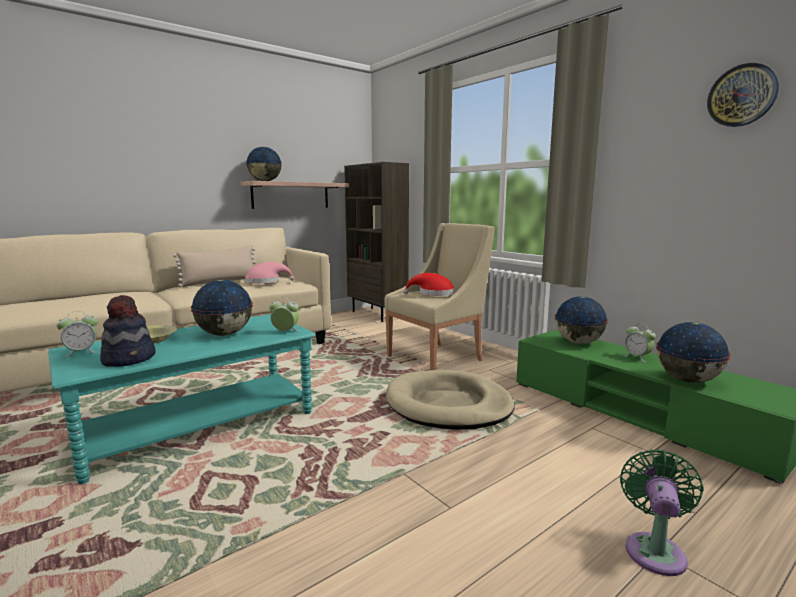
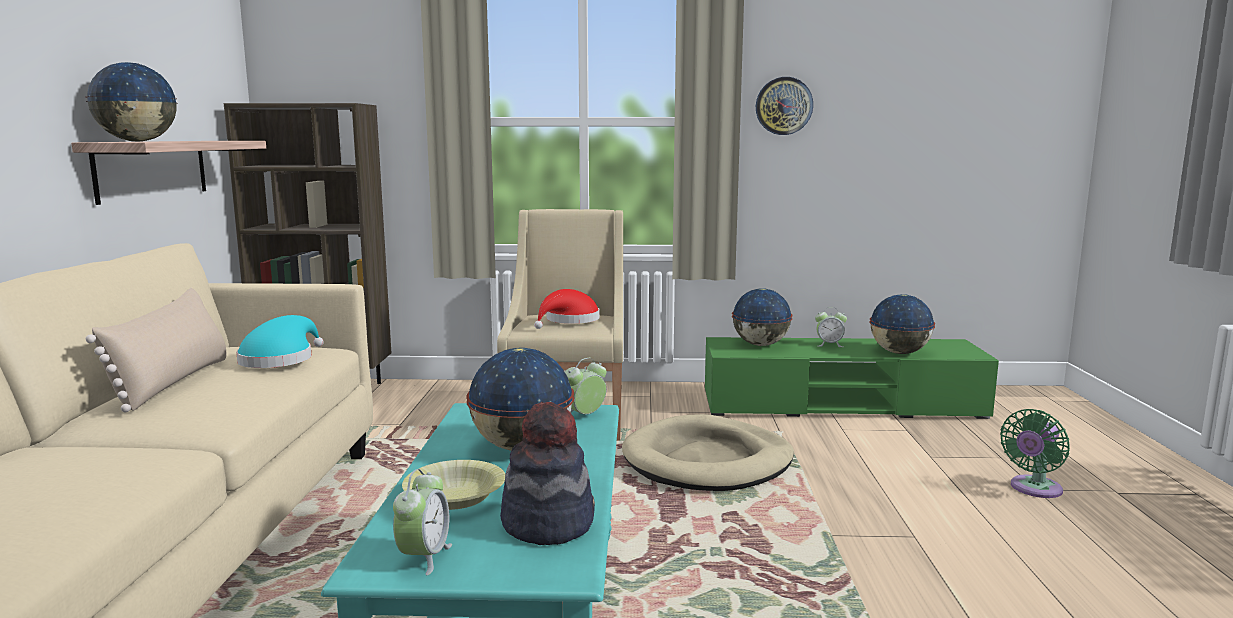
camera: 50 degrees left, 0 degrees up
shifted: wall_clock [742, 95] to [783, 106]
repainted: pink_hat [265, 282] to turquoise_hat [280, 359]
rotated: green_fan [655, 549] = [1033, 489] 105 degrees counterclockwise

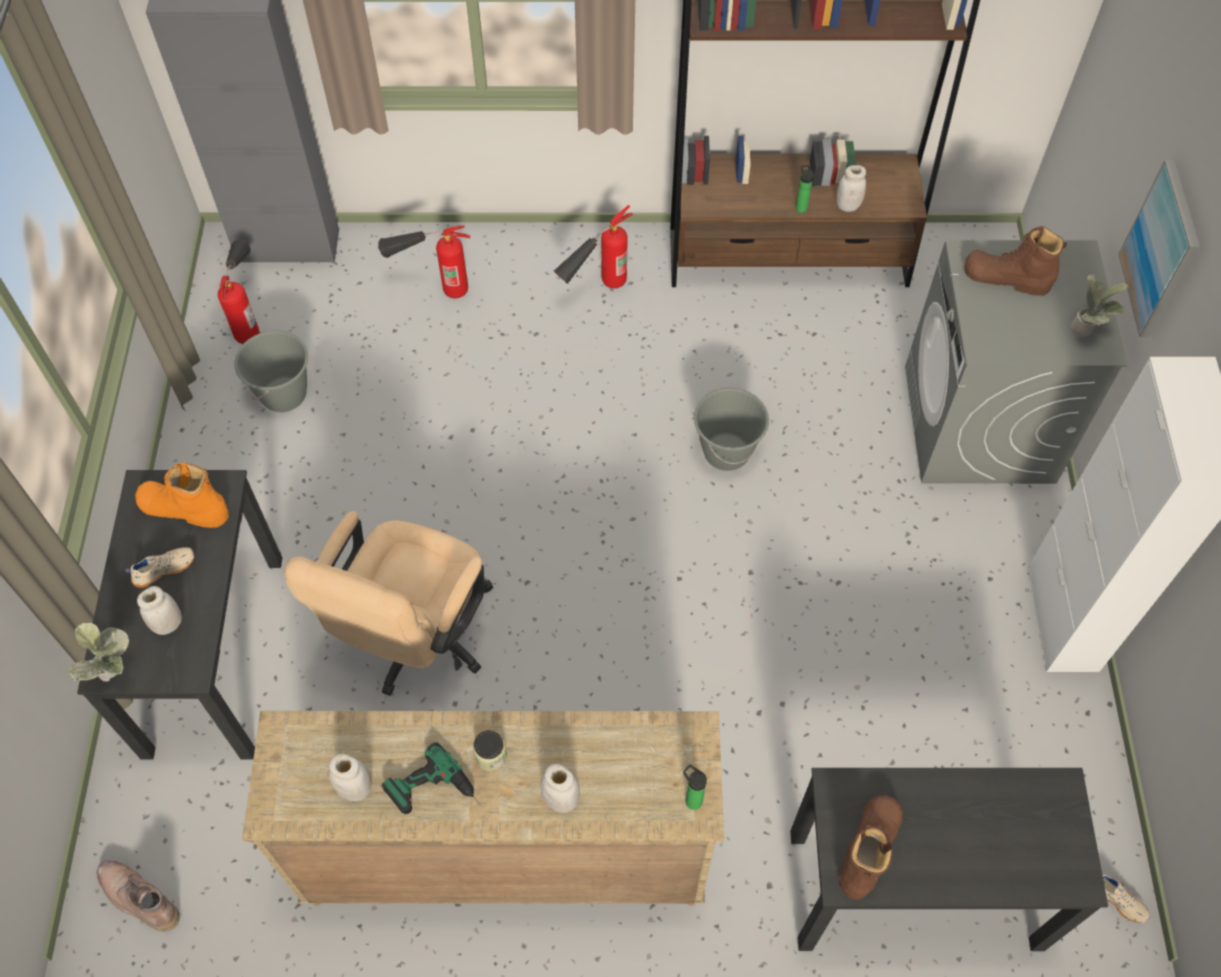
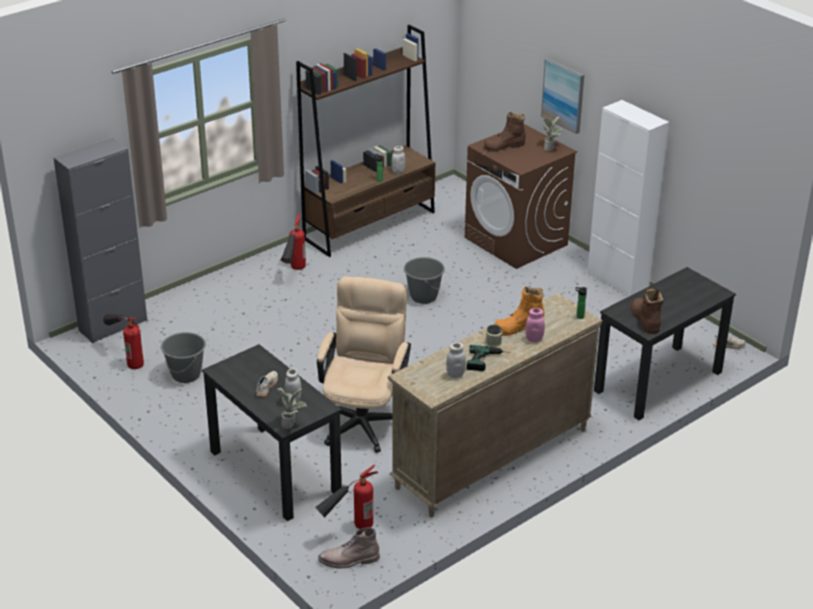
camera: 40 degrees left, 25 degrees down
shifted: fire_extinguisher [432, 286] to [348, 530]; orange_boot [184, 508] to [519, 327]
repainted: grey_washing_machine [979, 425] to brown_washing_machine [516, 241]; white_jar [561, 799] to pink_jar [534, 339]
rotated: beige_office_chair [414, 640] = [364, 419] 150 degrees counterclockwise

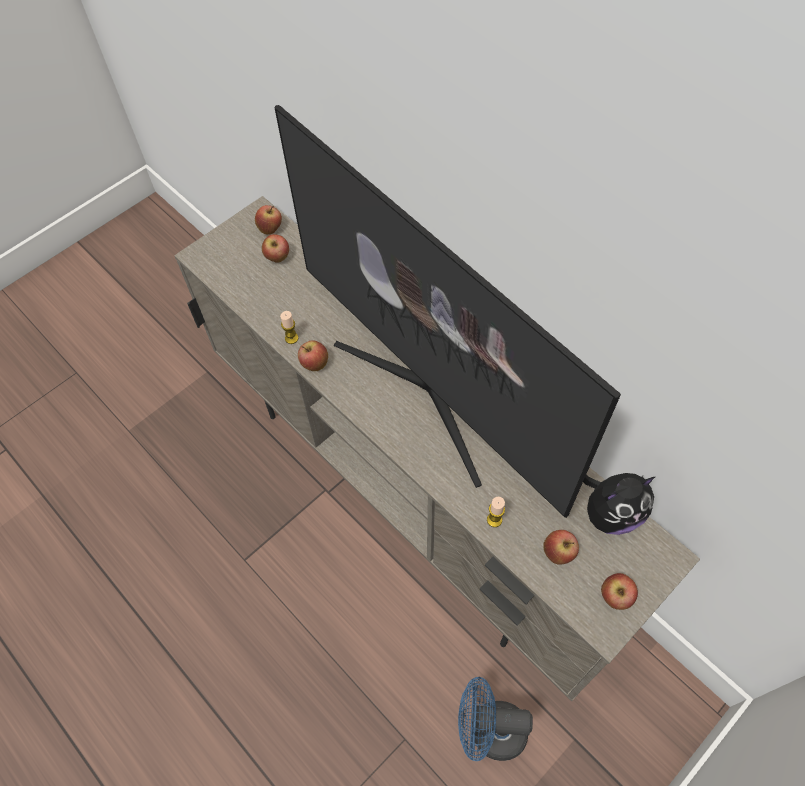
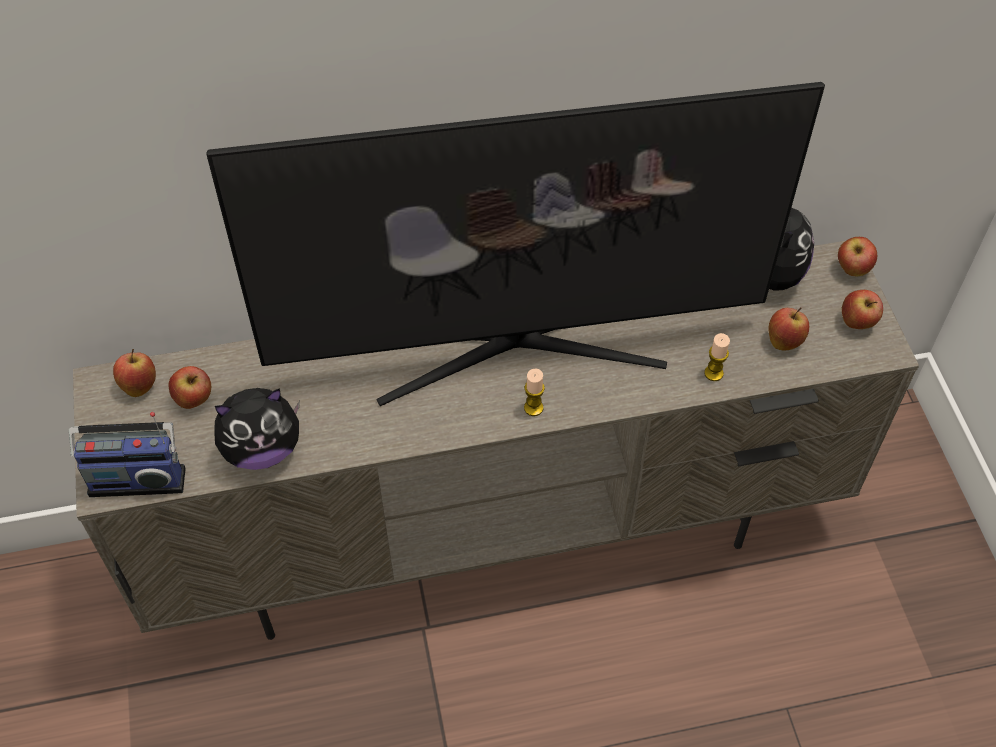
camera: 60 degrees left, 5 degrees down
gone: blue_fan [489, 730]
new: plush_toy [262, 449]; radio [138, 477]
shifted: candle [291, 338] to [533, 408]; apple [314, 364] to [852, 270]

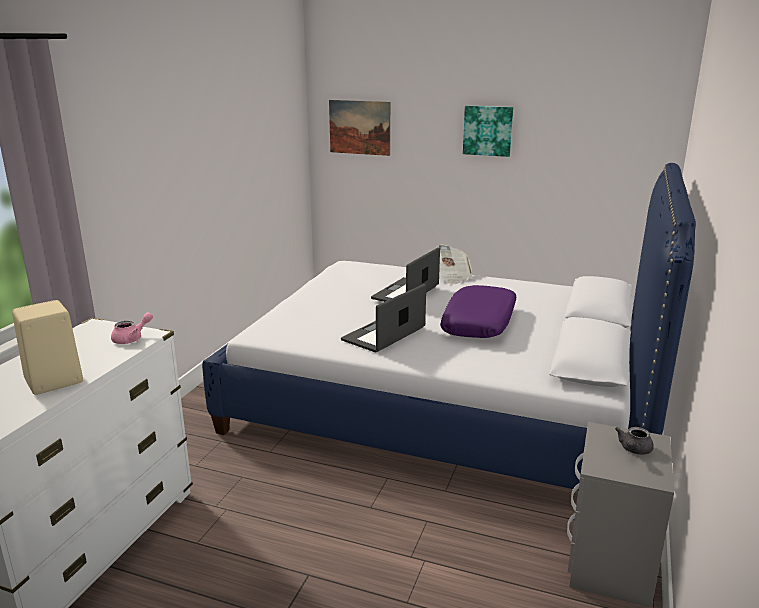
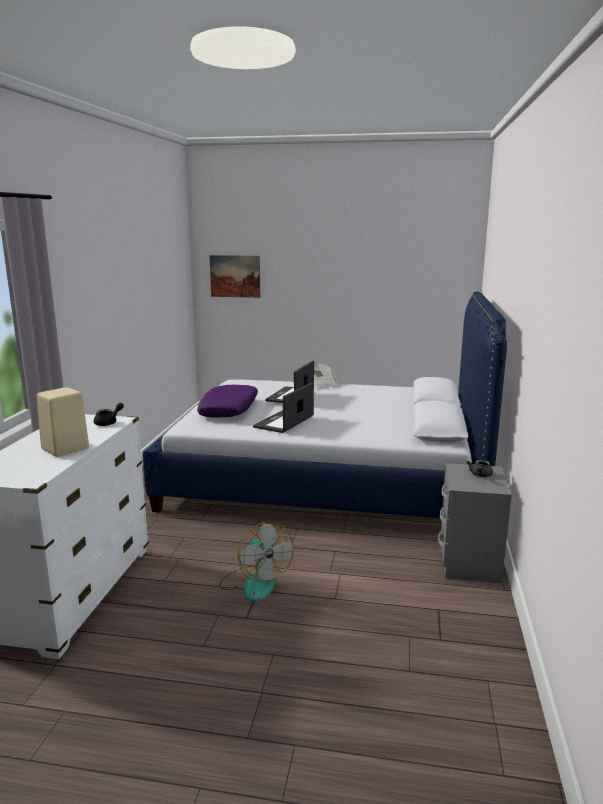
camera: 10 degrees left, 5 degrees down
gone: picture [488, 130]
new: fan [254, 582]
shifted: purple_pillow [479, 322] to [229, 410]
repainted: pink_teapot [132, 339] to black_teapot [109, 423]

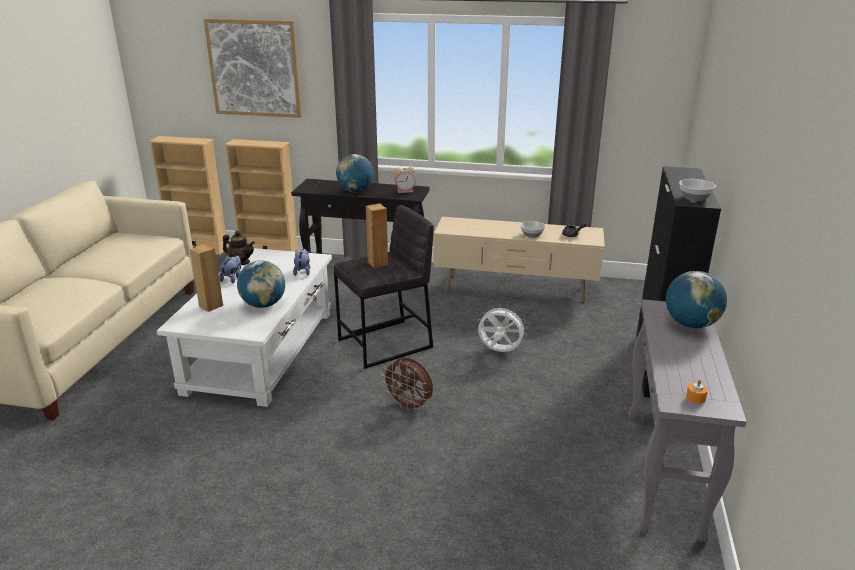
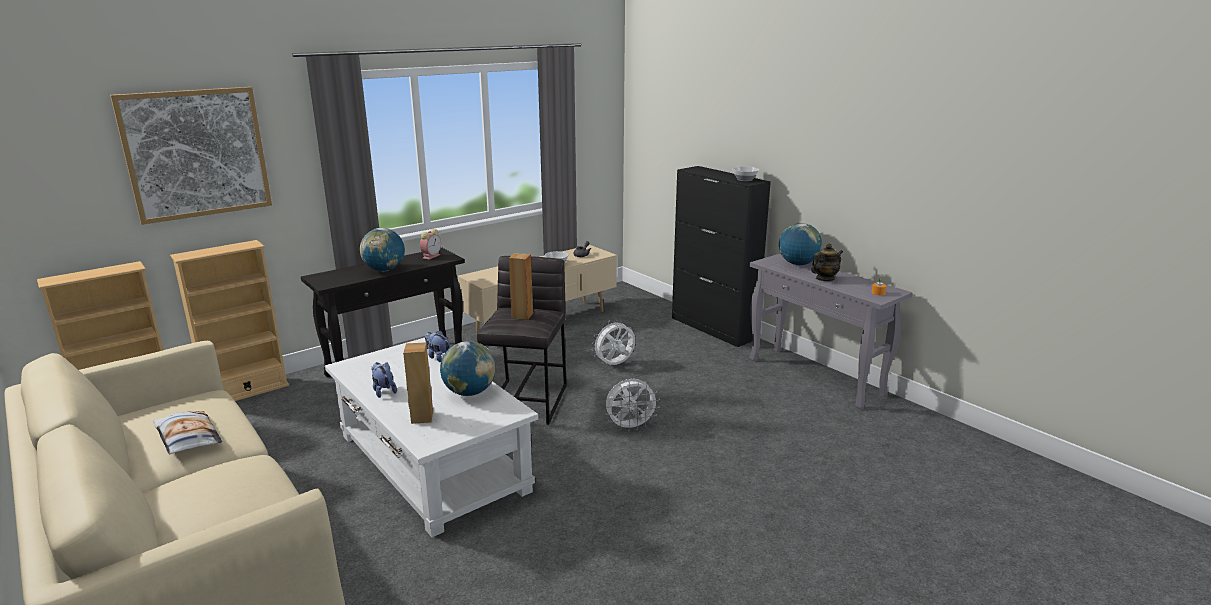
camera: 50 degrees left, 5 degrees down
new: pillow [187, 438]
shifted: teapot [241, 262] to [824, 279]
repainted: brown_fan [409, 406] to white_fan [630, 427]

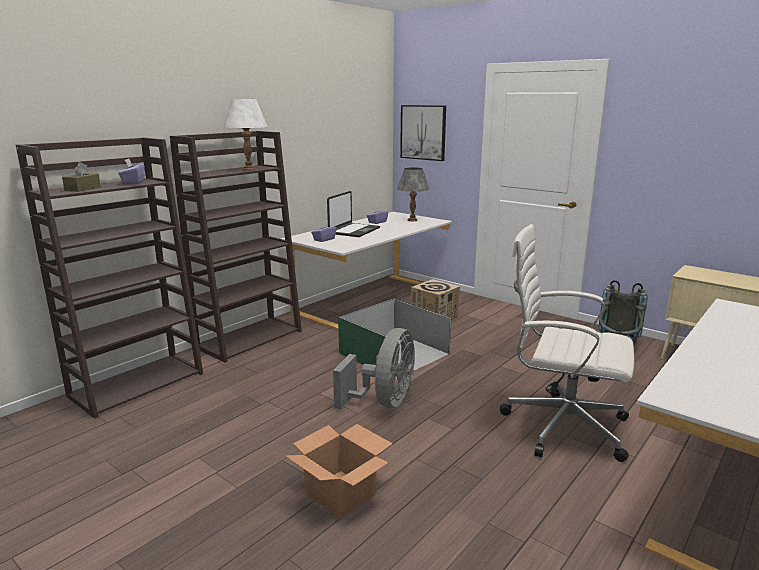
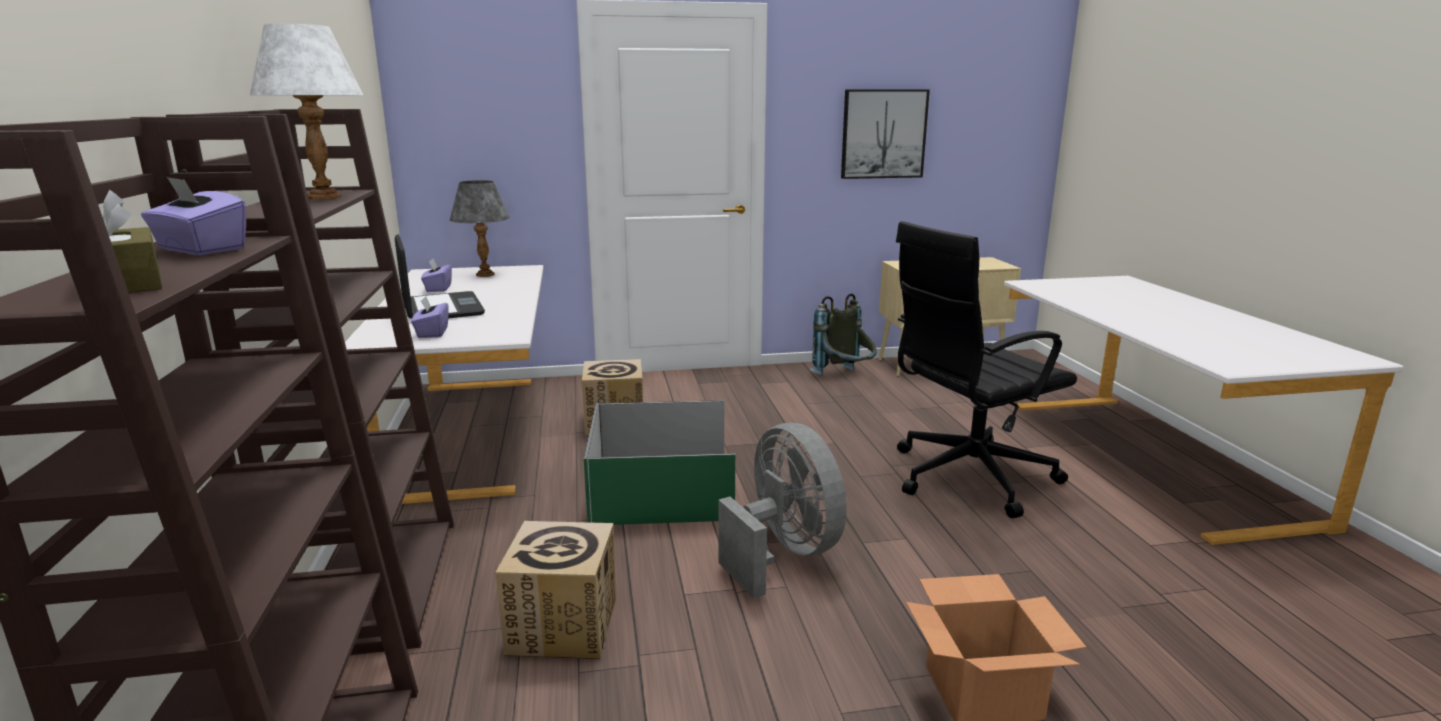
camera: 50 degrees left, 0 degrees up
new: cardboard_box [563, 626]
shifted: picture [423, 132] to [883, 134]
repainted: white_office_chair [561, 425] to black_office_chair [967, 477]

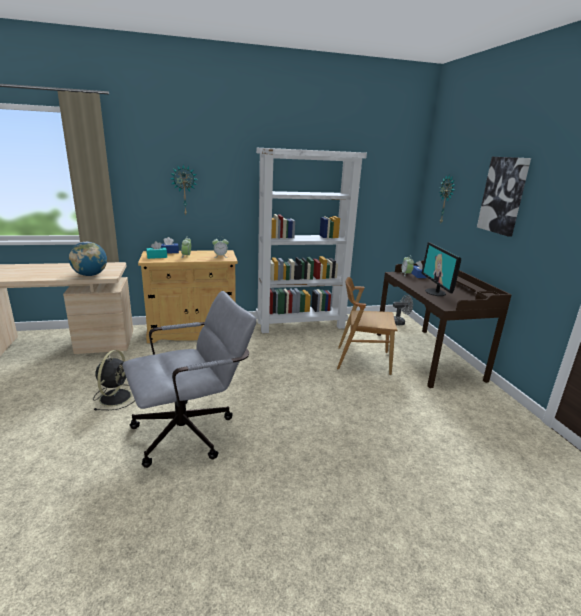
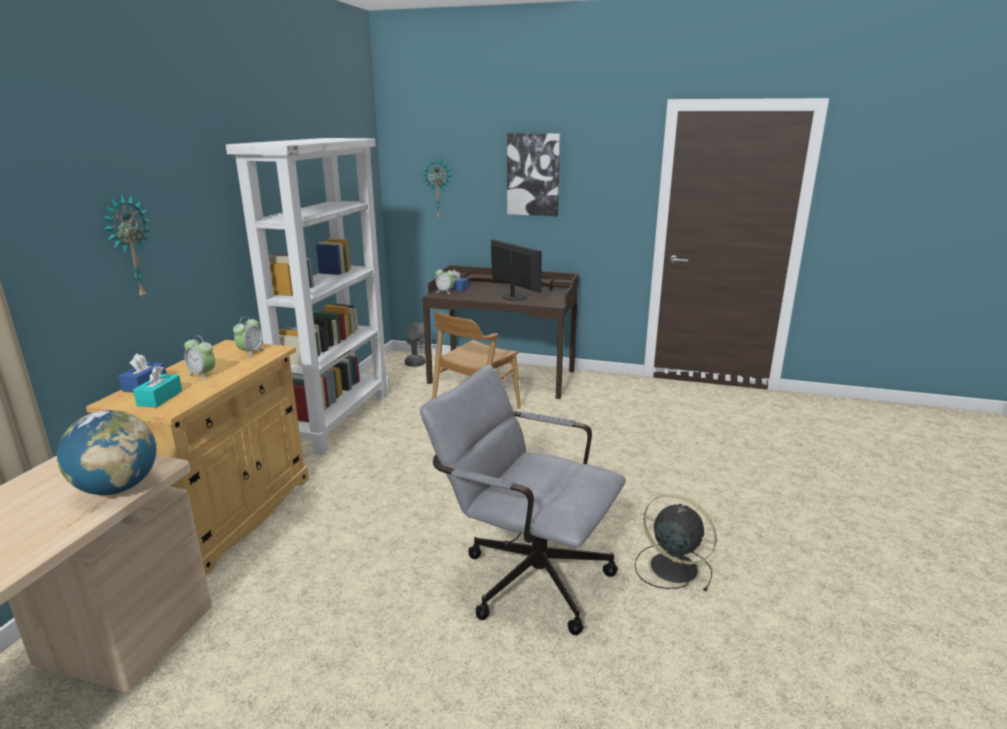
camera: 60 degrees left, 0 degrees up
shifted: black_fan [116, 396] to [671, 567]
rotated: monitor [436, 292] = [513, 297] 150 degrees counterclockwise; grey_office_chair [192, 431] = [524, 575] 60 degrees counterclockwise

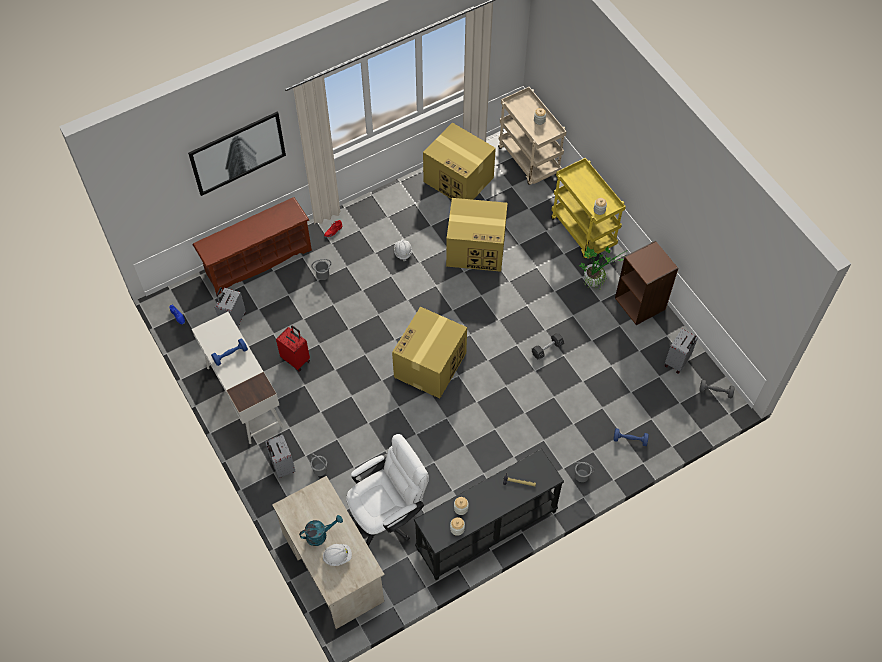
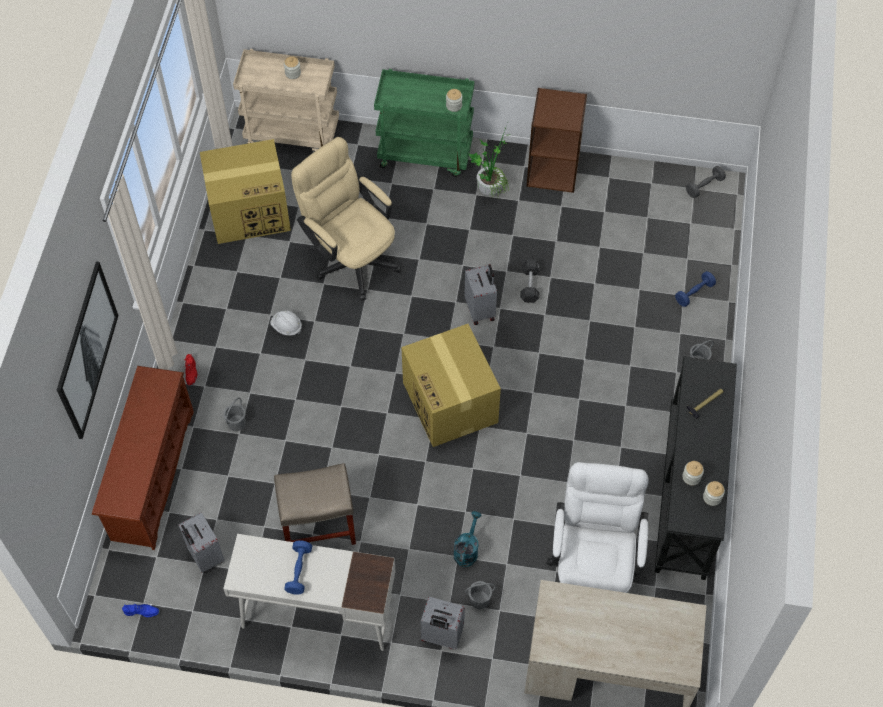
camera: 50 degrees left, 0 degrees up
gone: white_hard_hat [337, 556]
shifted: grey_suitcase [677, 362] to [481, 310]; turquoise_watering_can [320, 535] to [467, 549]
swapped: cardboard_box [476, 248] to beige_office_chair [351, 257]; red_suitcase [296, 359] to beige_stool [319, 526]
repainted: yellow_cart [584, 232] to green_cart [426, 154]

